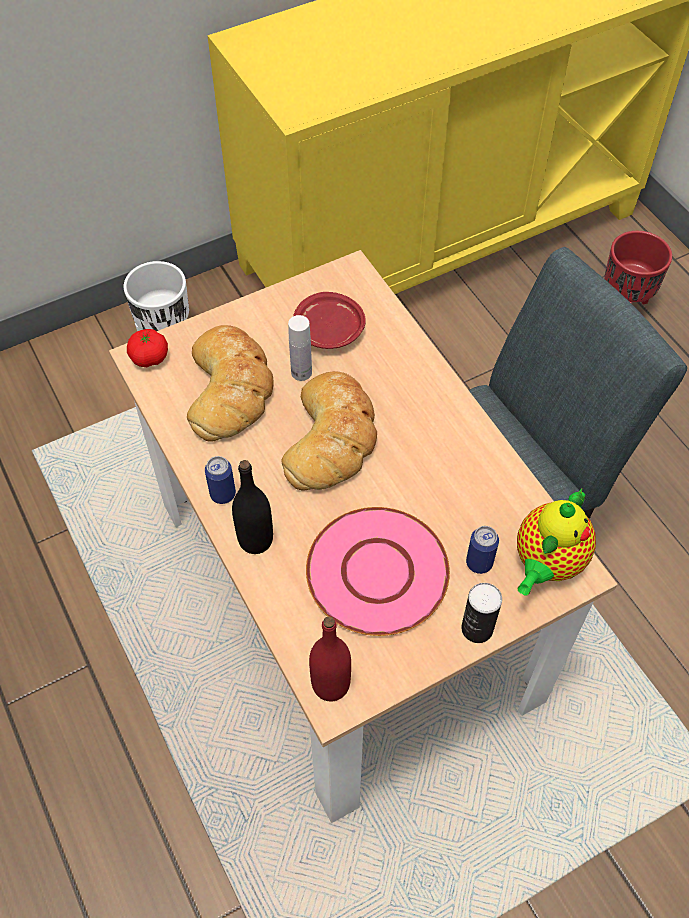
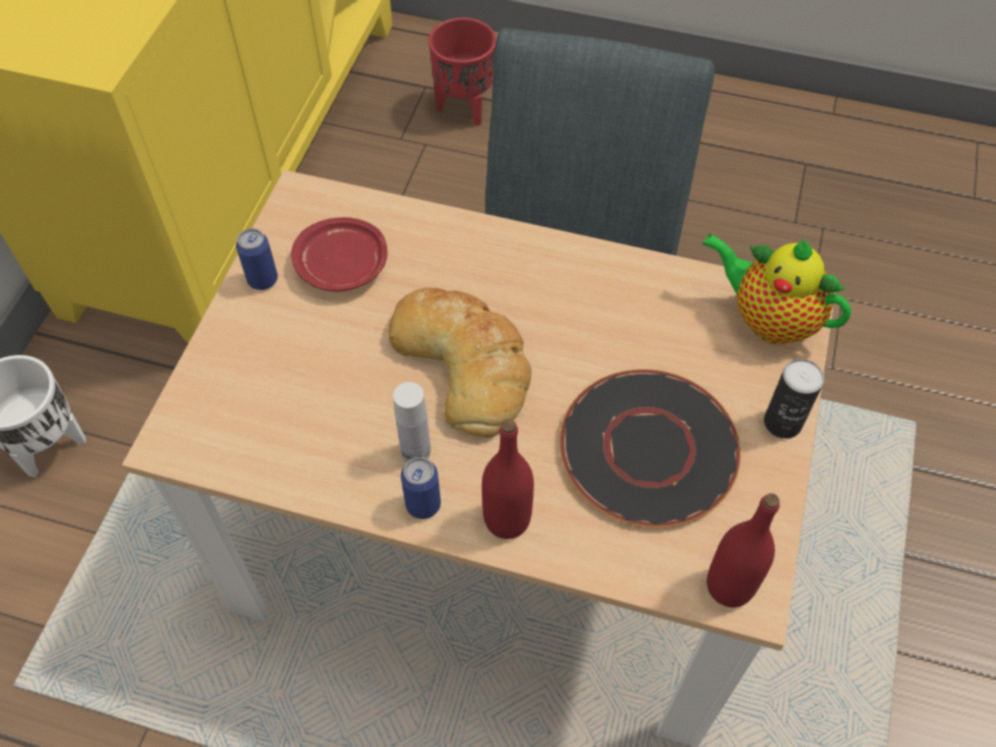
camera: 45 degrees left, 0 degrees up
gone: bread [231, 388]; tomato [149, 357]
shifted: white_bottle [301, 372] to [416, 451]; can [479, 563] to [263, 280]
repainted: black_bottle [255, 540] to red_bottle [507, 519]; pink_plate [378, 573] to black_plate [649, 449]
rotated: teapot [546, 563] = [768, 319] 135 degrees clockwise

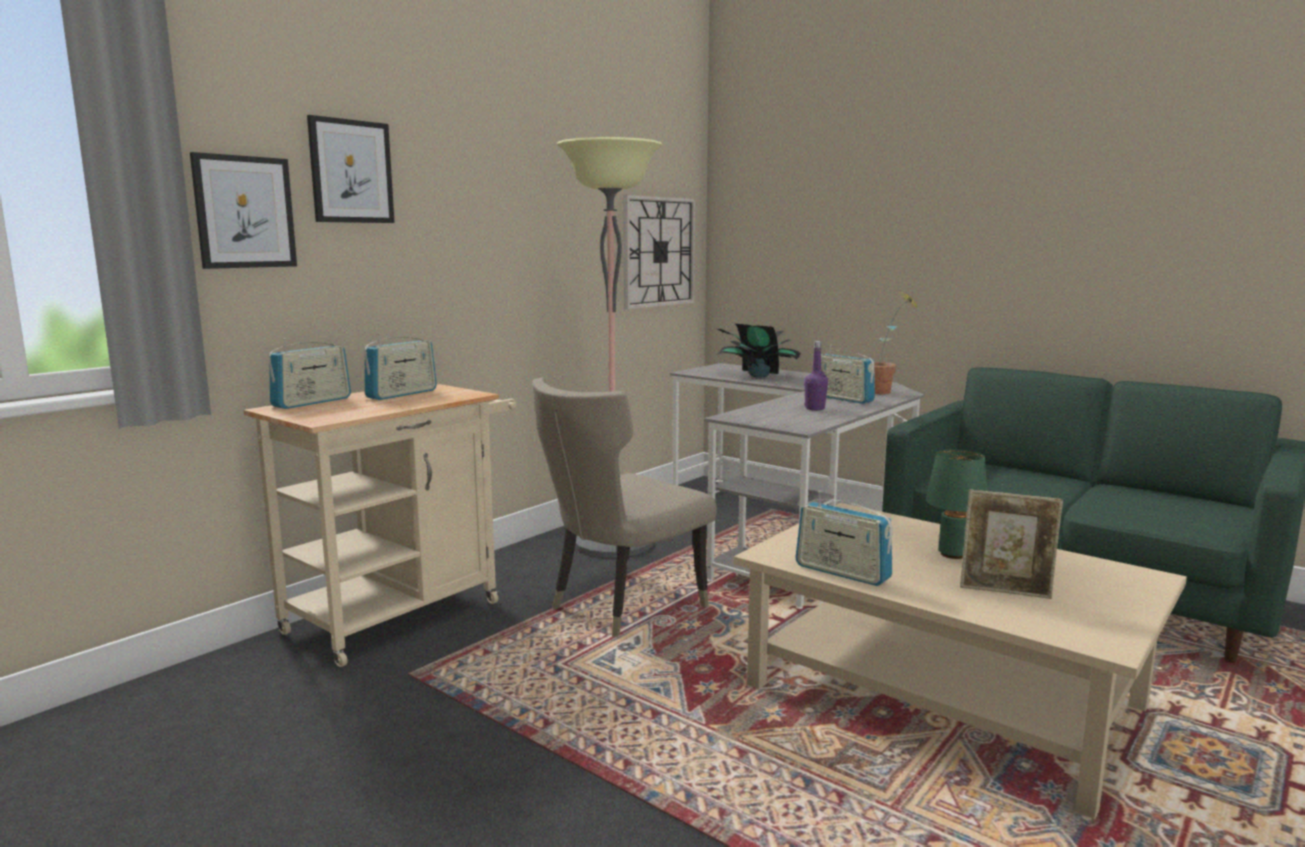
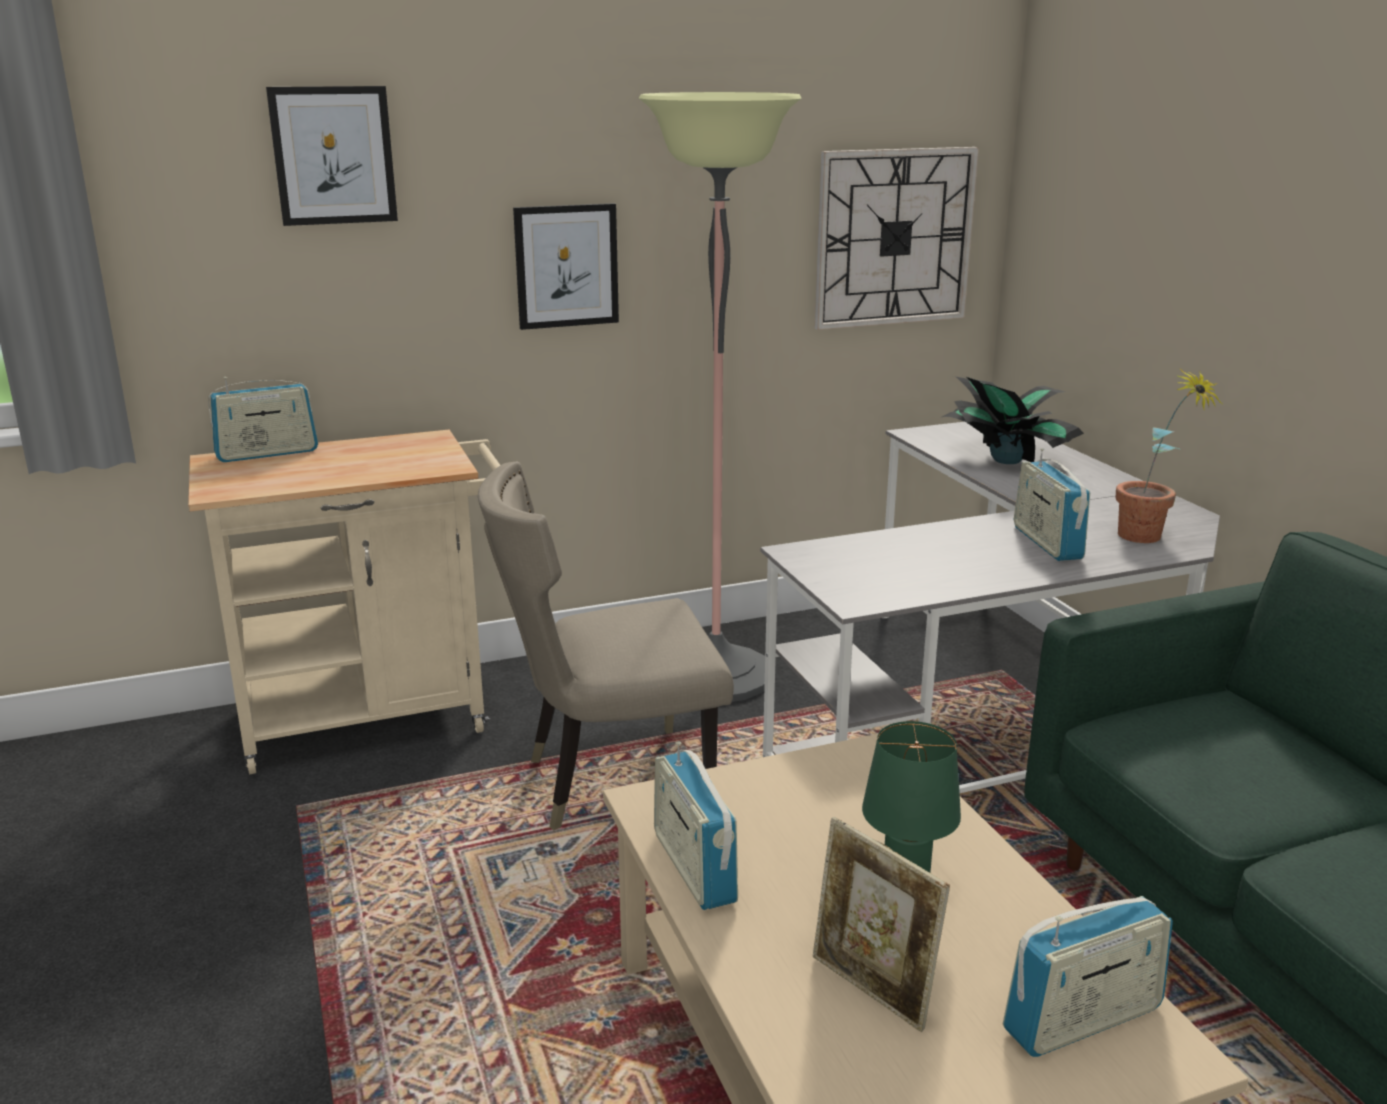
camera: 30 degrees right, 10 degrees up
gone: purple_bottle [815, 408]
shifted: picture [244, 212] to [566, 266]; radio [402, 394] to [1083, 1020]

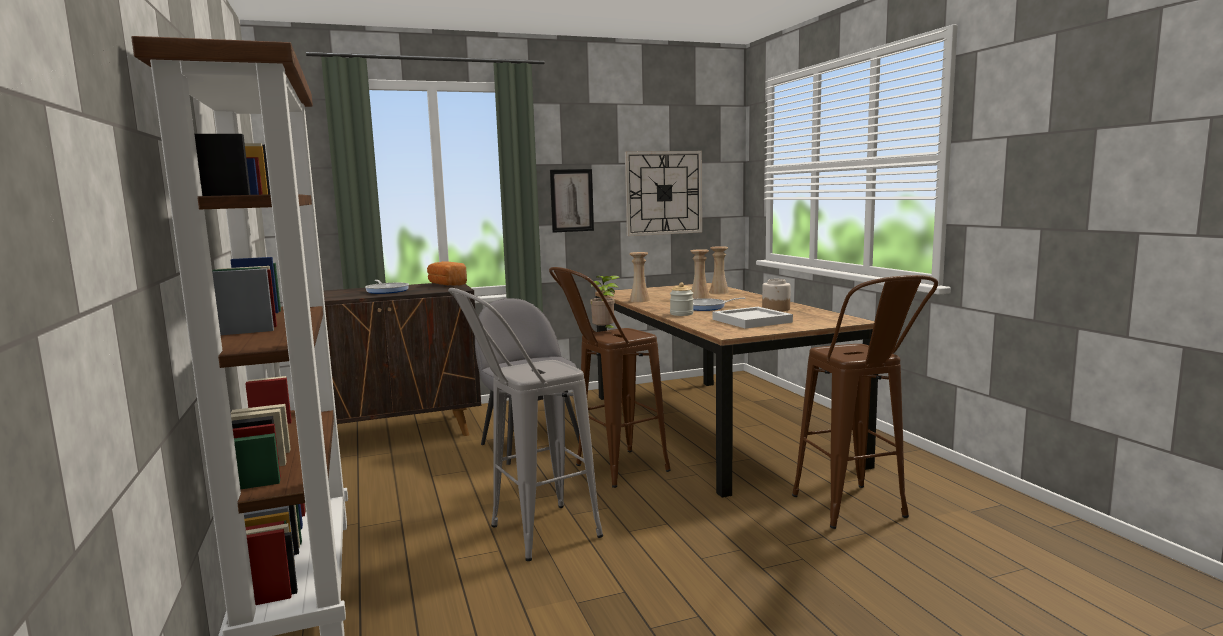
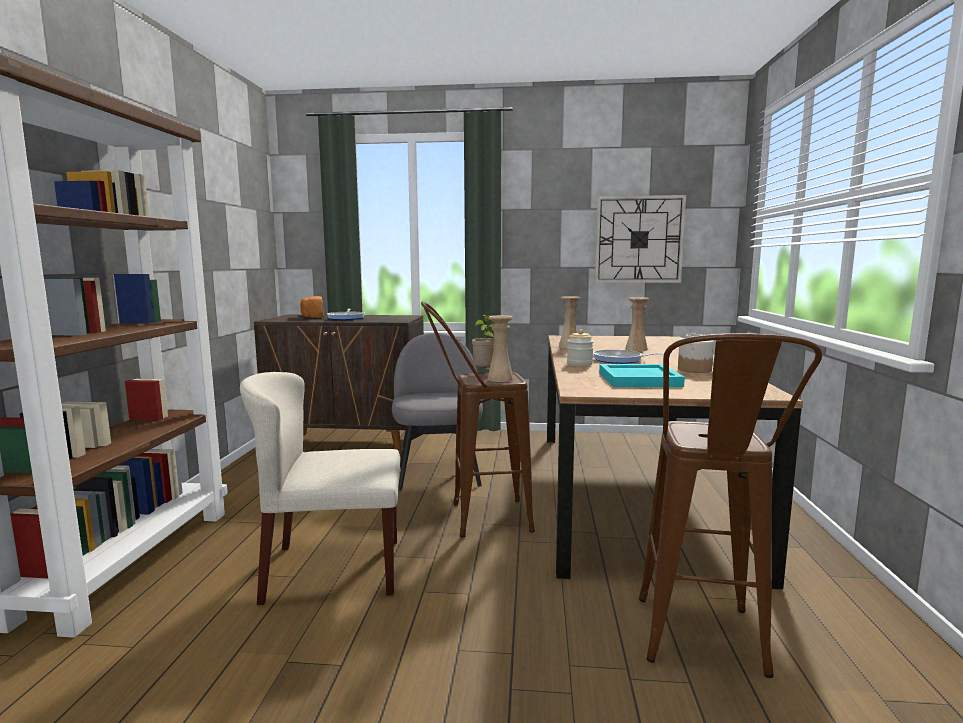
camera: 25 degrees right, 0 degrees up
gone: picture [571, 200]
shifted: beige_vase [719, 292] to [500, 379]; bread [446, 284] to [312, 316]
swapped: grey_stool [529, 537] to beige_chair [332, 570]
repainted: white_tray [750, 320] to turquoise_tray [637, 379]

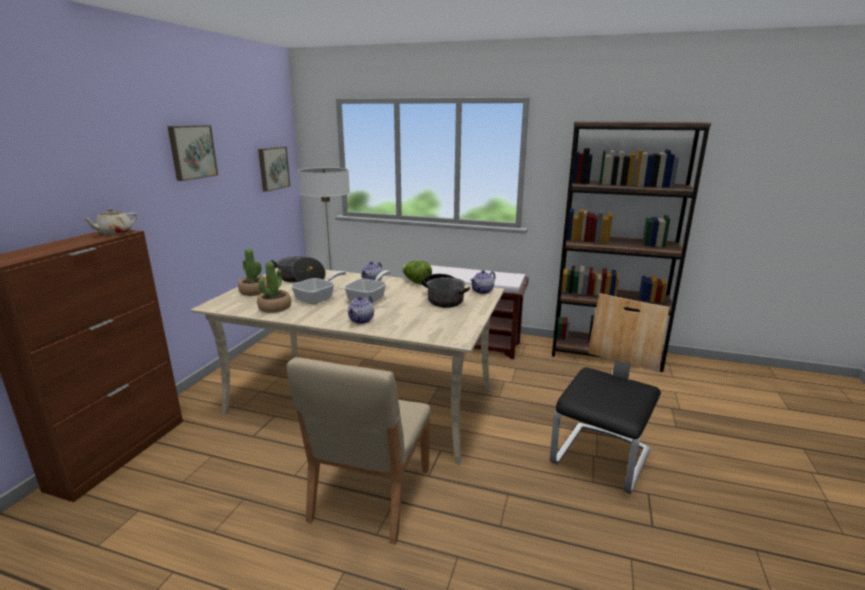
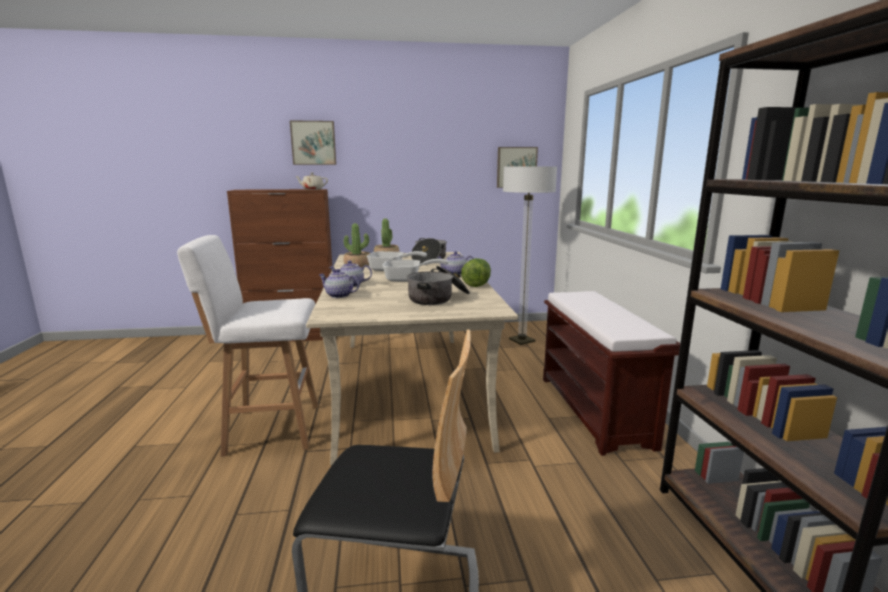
camera: 65 degrees right, 5 degrees down
shifted: picture [191, 152] to [313, 143]; teapot [482, 291] to [338, 296]
swapped: beige_chair [370, 495] to white_stool [269, 429]

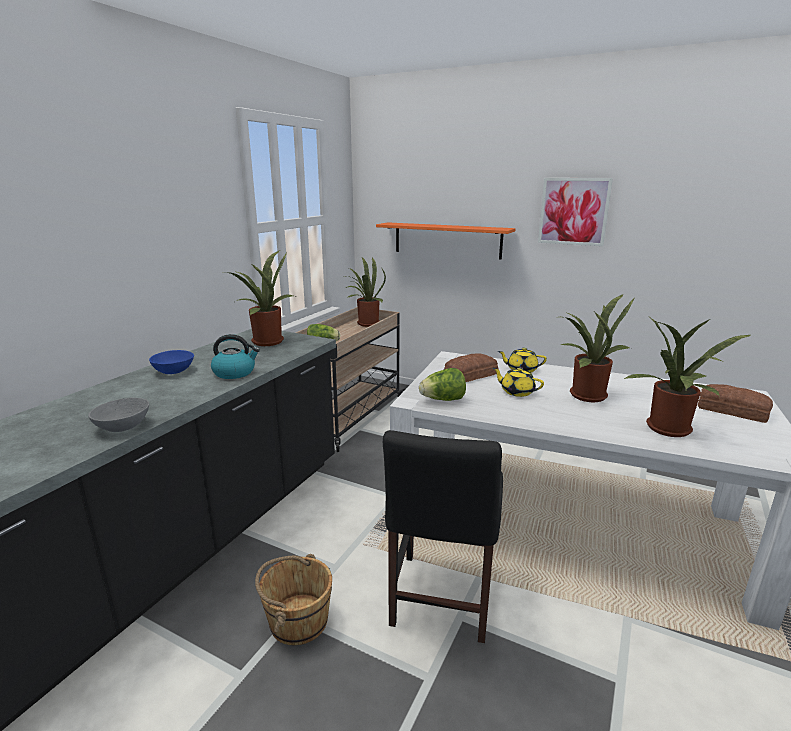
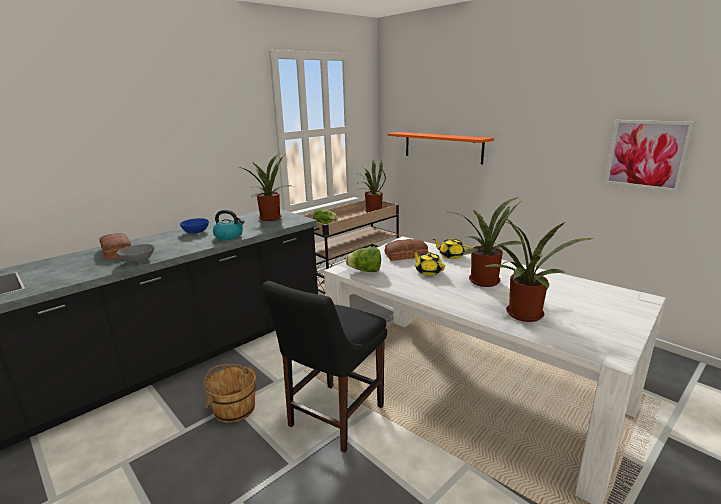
camera: 20 degrees right, 0 degrees up
shifted: picture [573, 211] to [646, 154]; bread [733, 411] to [116, 252]

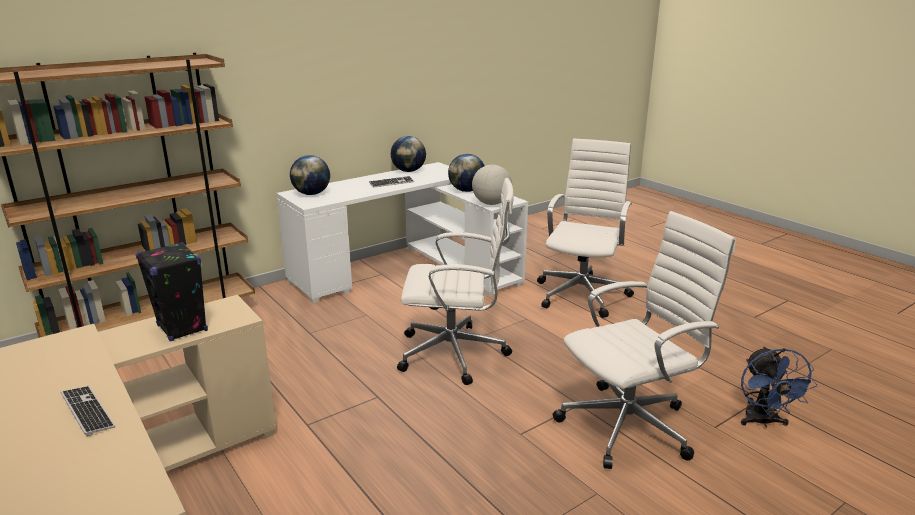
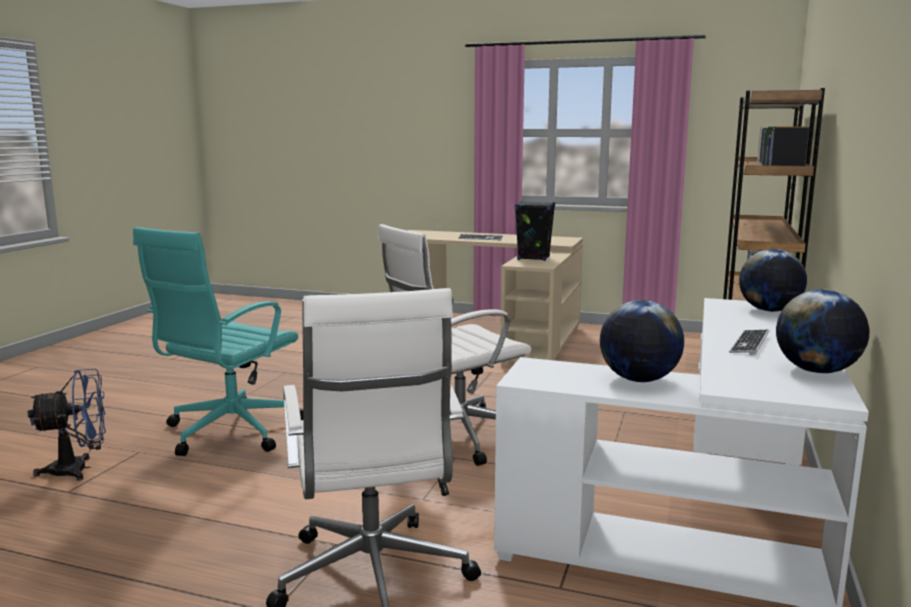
camera: 145 degrees right, 10 degrees down
gone: globe [491, 203]
repainted: white_office_chair [630, 425] to turquoise_office_chair [229, 432]
rotated: blue_fan [762, 422] = [79, 469] 105 degrees clockwise

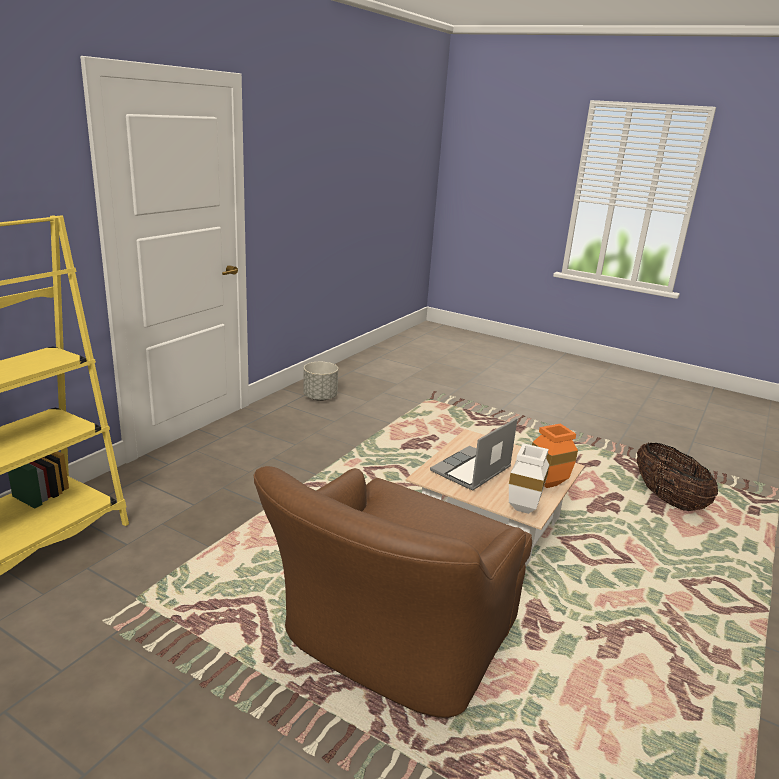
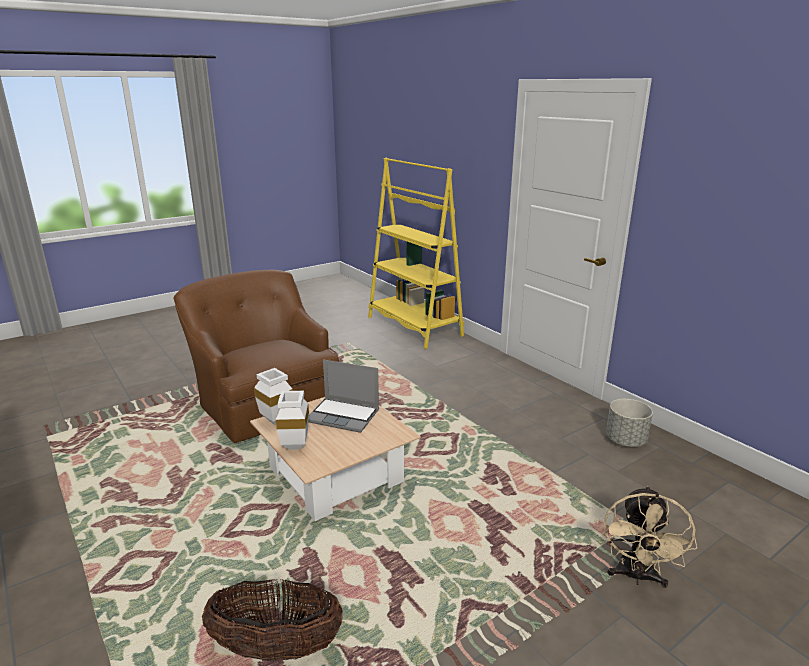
camera: 115 degrees right, 0 degrees up
new: beige_fan [636, 577]
repainted: orange_vase [548, 483] to white_vase [296, 447]
rotated: laptop [471, 470] = [344, 416] 135 degrees clockwise

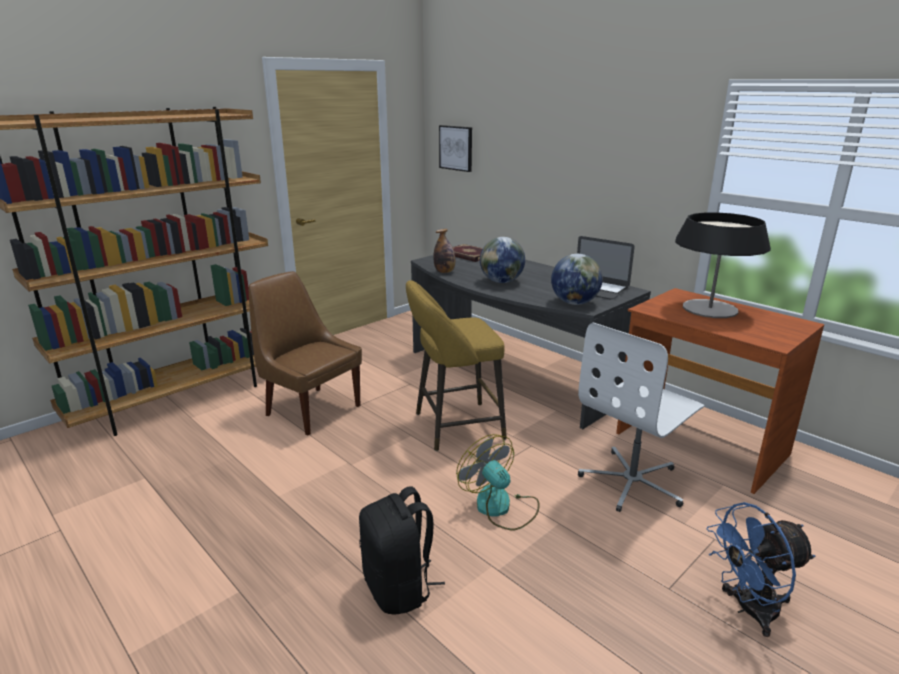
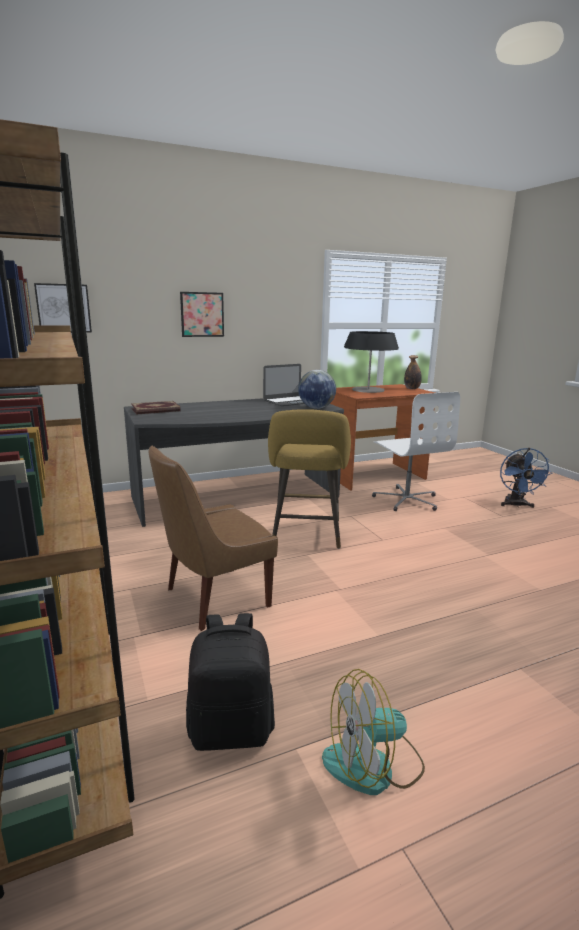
camera: 70 degrees left, 5 degrees down
gone: globe [501, 282]
new: picture [202, 314]
shifted: bottle [444, 272] to [412, 388]; fan [500, 507] to [373, 765]; black_backpack [399, 588] to [231, 729]

